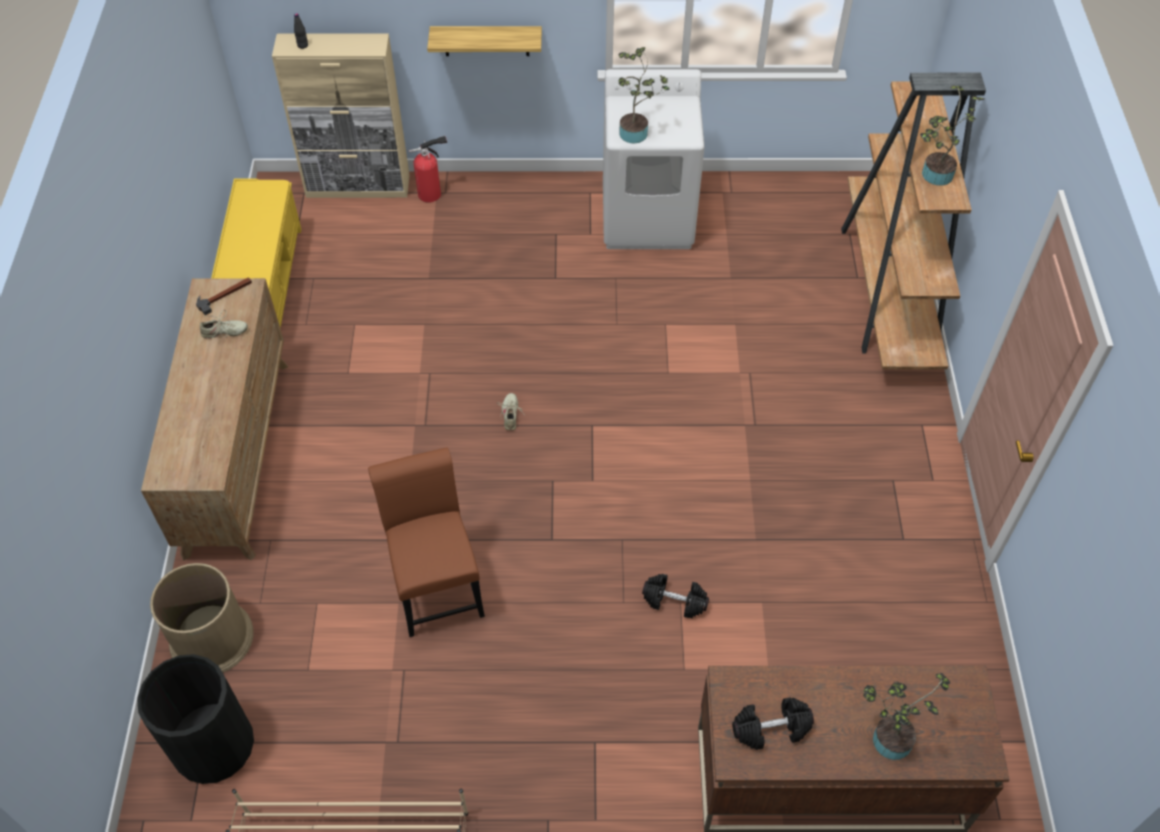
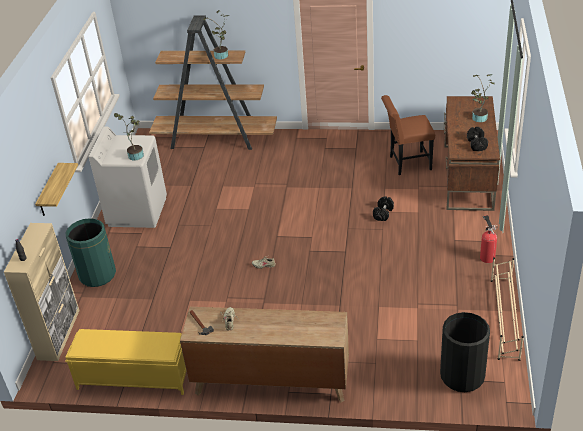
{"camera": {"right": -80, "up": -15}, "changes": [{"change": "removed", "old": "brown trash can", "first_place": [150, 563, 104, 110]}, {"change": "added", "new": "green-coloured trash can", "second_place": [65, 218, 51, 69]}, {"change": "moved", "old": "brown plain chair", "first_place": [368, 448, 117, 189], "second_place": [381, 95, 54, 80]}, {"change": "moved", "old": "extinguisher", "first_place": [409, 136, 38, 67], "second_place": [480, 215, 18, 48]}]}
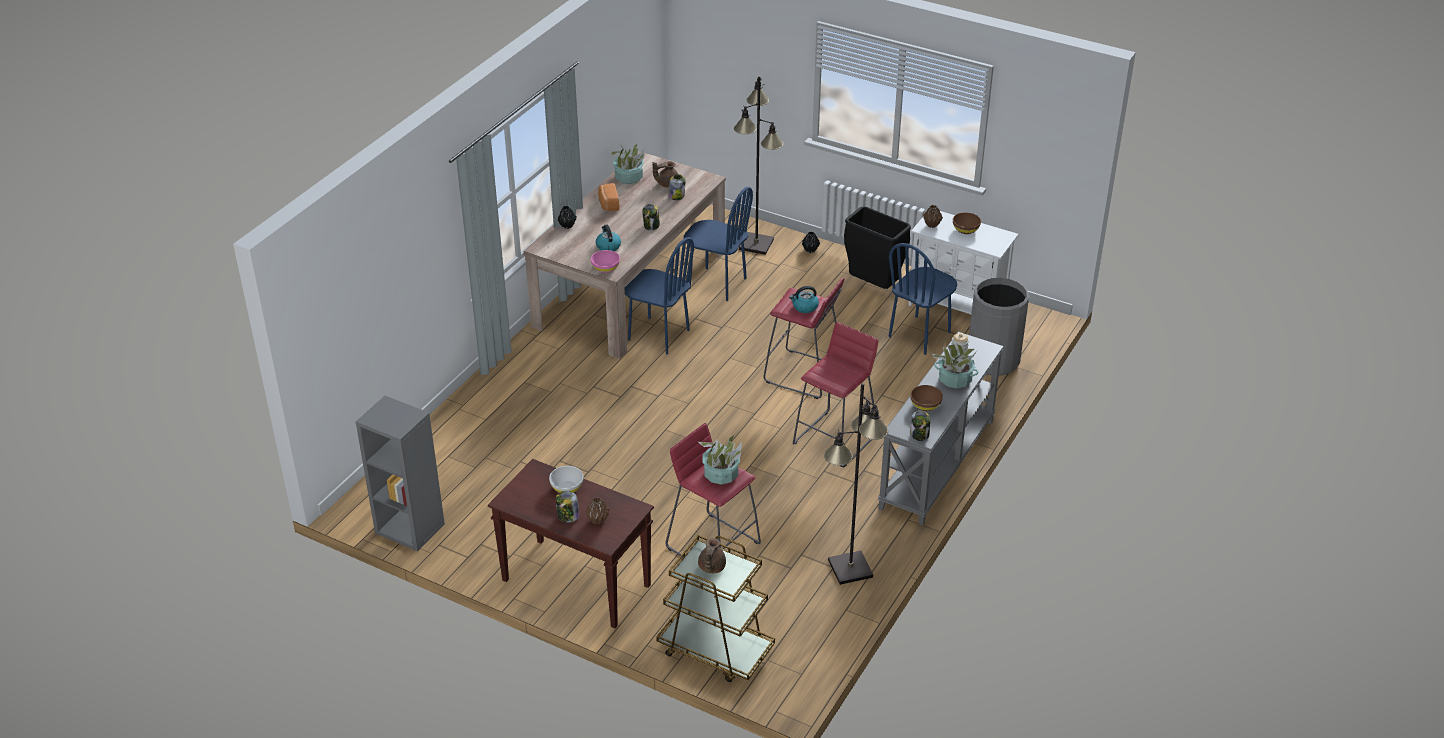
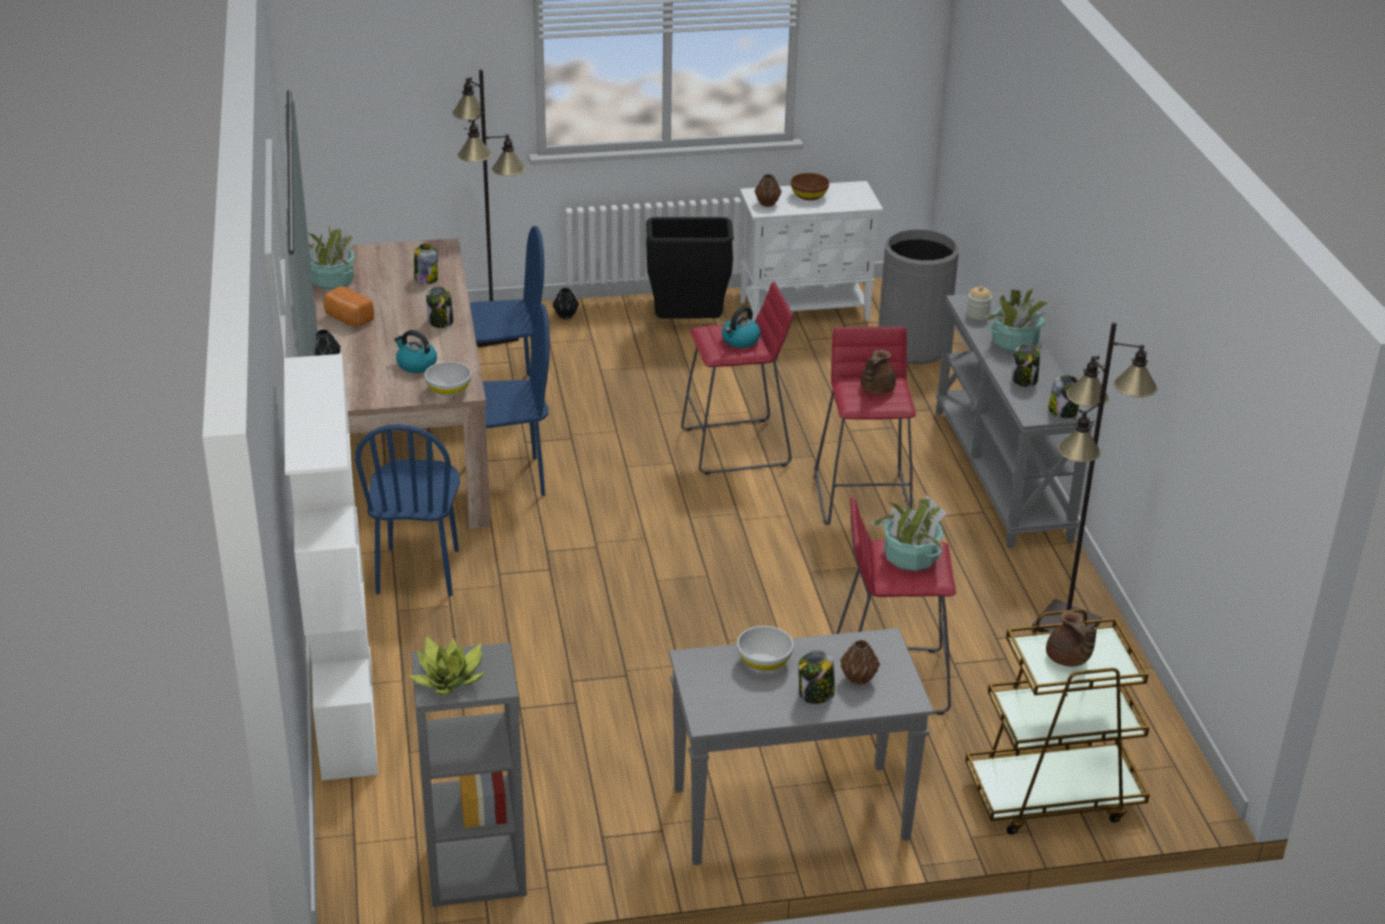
{"camera": {"right": -40, "up": -5}, "changes": [{"change": "added", "new": "white-coloured bookshelf", "second_place": [284, 354, 94, 427]}, {"change": "added", "new": "plant in a pot", "second_place": [408, 636, 77, 60]}, {"change": "moved", "old": "brown pot for tea", "first_place": [653, 161, 25, 27], "second_place": [860, 350, 36, 44]}, {"change": "moved", "old": "blue-coloured plain chair", "first_place": [889, 243, 68, 112], "second_place": [355, 424, 105, 172]}, {"change": "replaced", "old": "brown deep dish", "new": "jar", "first_place": [910, 385, 33, 26], "second_place": [1012, 343, 28, 44]}, {"change": "recoloured", "old": "brown console table", "new": "greyish console table", "first_place": [488, 459, 166, 169], "second_place": [669, 628, 265, 237]}, {"change": "recoloured", "old": "pink deep dish", "new": "white-coloured deep dish", "first_place": [591, 250, 29, 23], "second_place": [424, 362, 48, 35]}]}
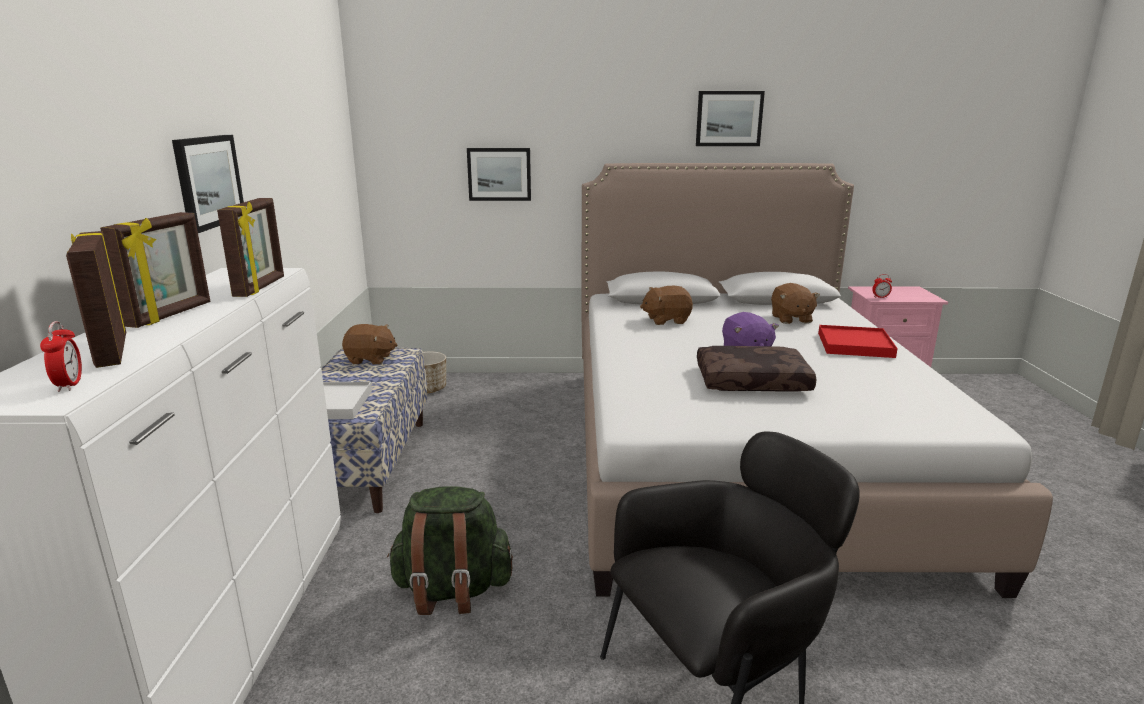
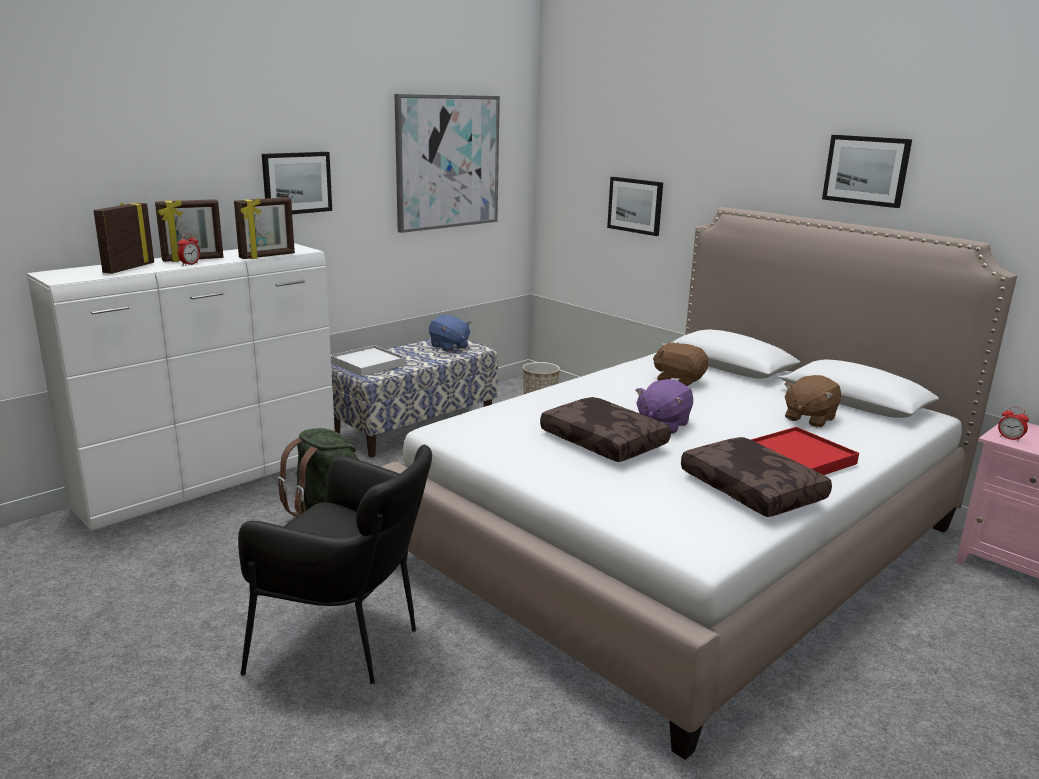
{"camera": {"right": 45, "up": 0}, "changes": [{"change": "added", "new": "wall art", "second_place": [395, 94, 105, 139]}, {"change": "added", "new": "brown pillow", "second_place": [681, 437, 151, 80]}, {"change": "moved", "old": "table clock", "first_place": [40, 321, 42, 71], "second_place": [178, 233, 22, 33]}, {"change": "recoloured", "old": "brown plush toy", "new": "blue-coloured plush toy", "first_place": [342, 324, 55, 41], "second_place": [429, 315, 42, 37]}]}
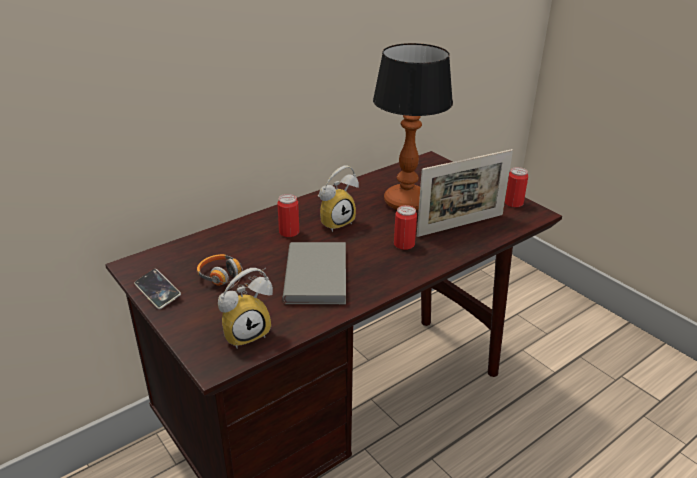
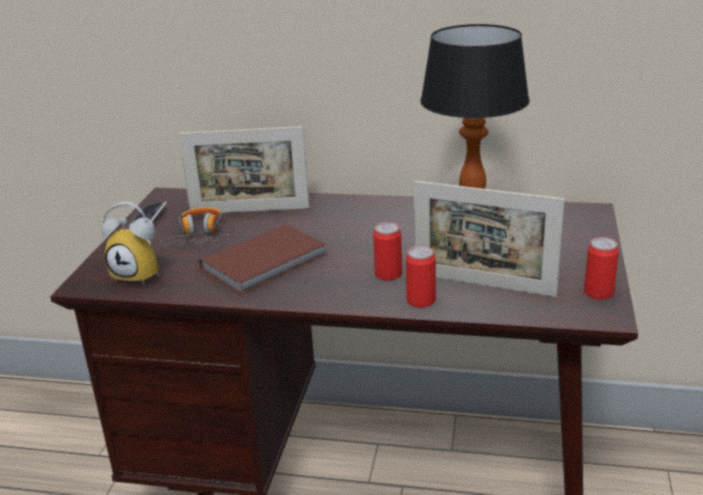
{"camera": {"right": 50, "up": -5}, "changes": [{"change": "removed", "old": "table clock", "first_place": [318, 166, 41, 66]}, {"change": "added", "new": "picture frame", "second_place": [178, 126, 132, 88]}, {"change": "moved", "old": "sealed can", "first_place": [277, 194, 22, 43], "second_place": [406, 246, 30, 62]}, {"change": "recoloured", "old": "greyish volume", "new": "brown volume", "first_place": [282, 242, 64, 62], "second_place": [199, 224, 128, 70]}]}
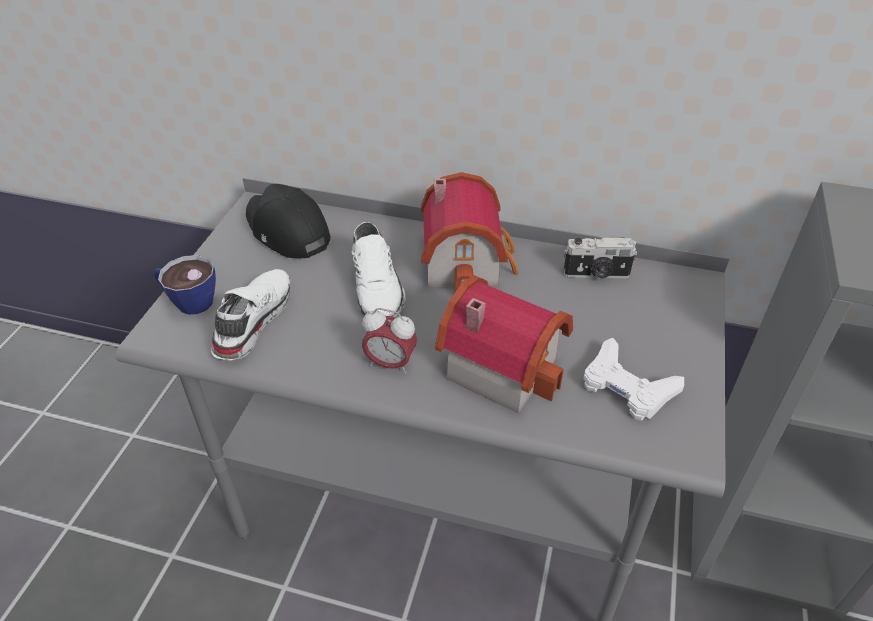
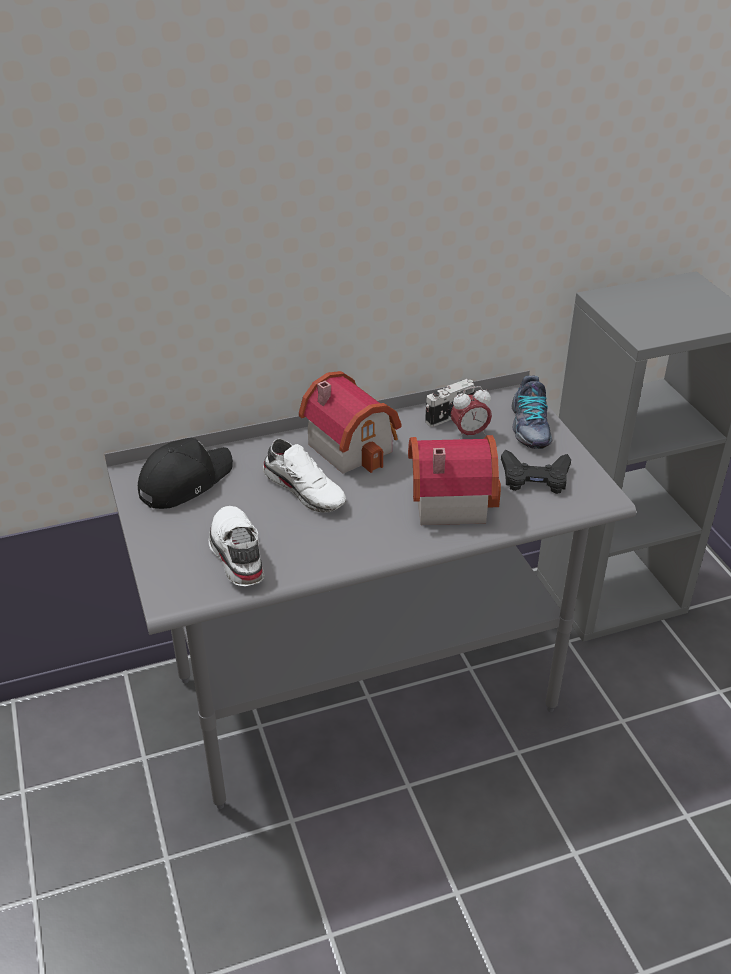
{"camera": {"right": -35, "up": -5}, "changes": [{"change": "removed", "old": "cup", "first_place": [154, 255, 62, 60]}, {"change": "added", "new": "item of footwear", "second_place": [511, 376, 42, 73]}, {"change": "moved", "old": "table clock", "first_place": [362, 308, 55, 66], "second_place": [451, 386, 41, 52]}, {"change": "recoloured", "old": "white-coloured gamepad", "new": "blackish gamepad", "first_place": [583, 338, 101, 83], "second_place": [501, 450, 70, 44]}, {"change": "turned", "old": "blackish cap", "first_place": [246, 184, 85, 74], "second_place": [138, 438, 95, 71], "degrees": 120}]}
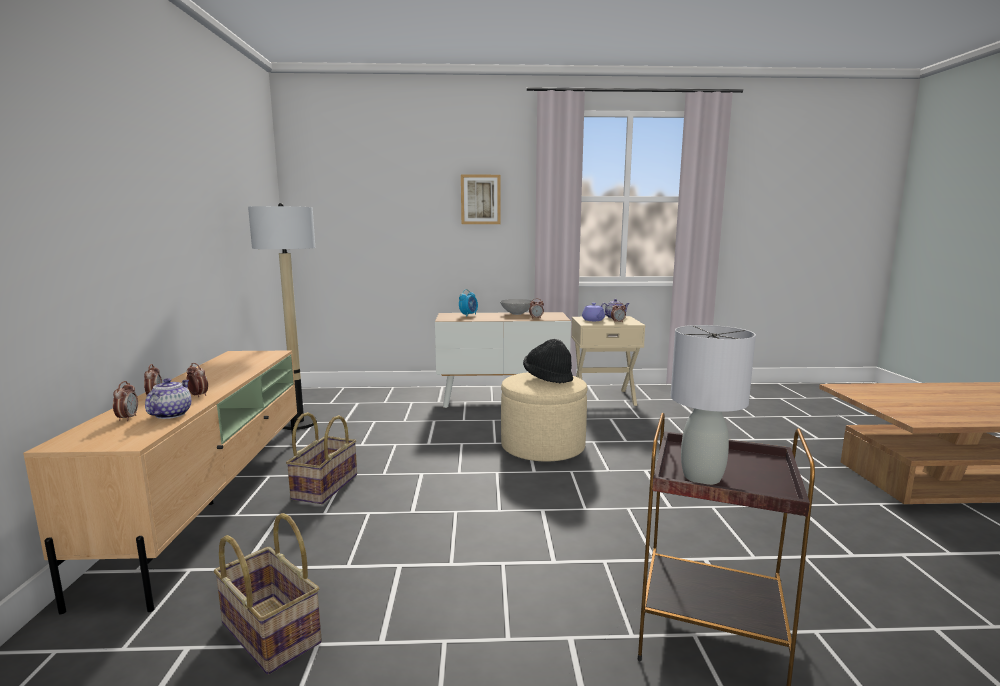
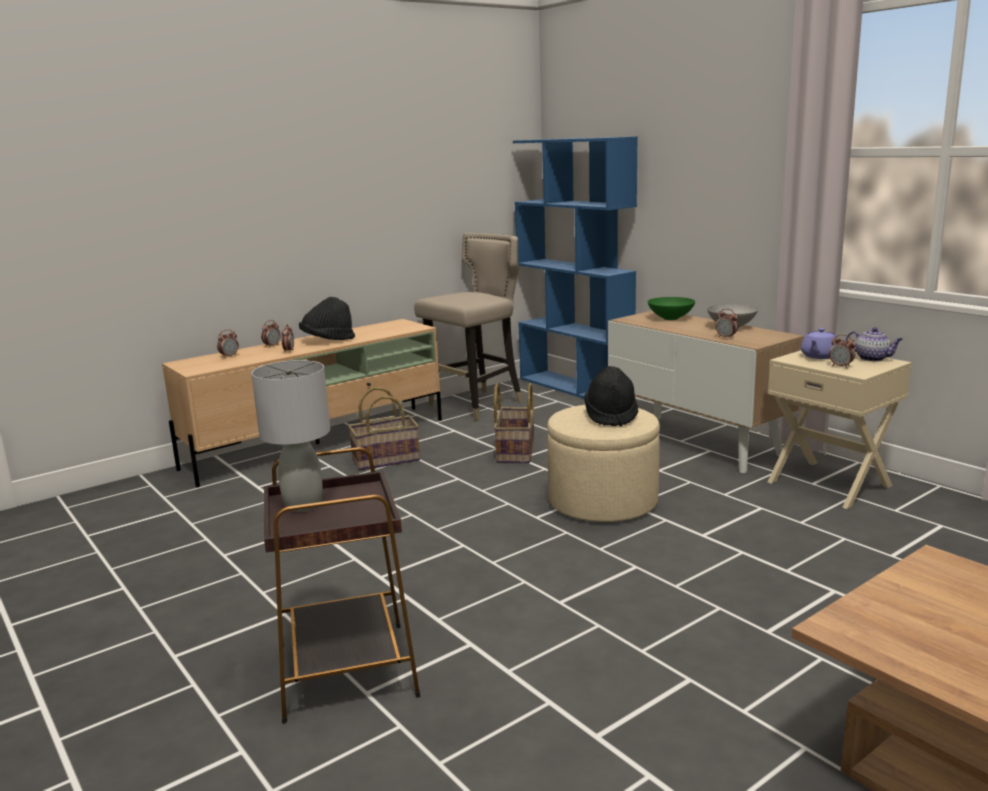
{"camera": {"right": 55, "up": 5}, "changes": [{"change": "removed", "old": "pot for tea", "first_place": [145, 378, 46, 41]}, {"change": "removed", "old": "wall art", "first_place": [461, 175, 39, 49]}, {"change": "added", "new": "blackish hat", "second_place": [299, 297, 56, 43]}, {"change": "added", "new": "blue-coloured bookshelf", "second_place": [513, 136, 125, 263]}, {"change": "moved", "old": "household basket", "first_place": [214, 513, 108, 162], "second_place": [494, 383, 40, 80]}, {"change": "replaced", "old": "standard lamp", "new": "beige-coloured sitting stool", "first_place": [248, 203, 69, 227], "second_place": [414, 233, 109, 187]}, {"change": "replaced", "old": "table clock", "new": "green-coloured deep dish", "first_place": [459, 289, 19, 28], "second_place": [648, 297, 47, 23]}]}
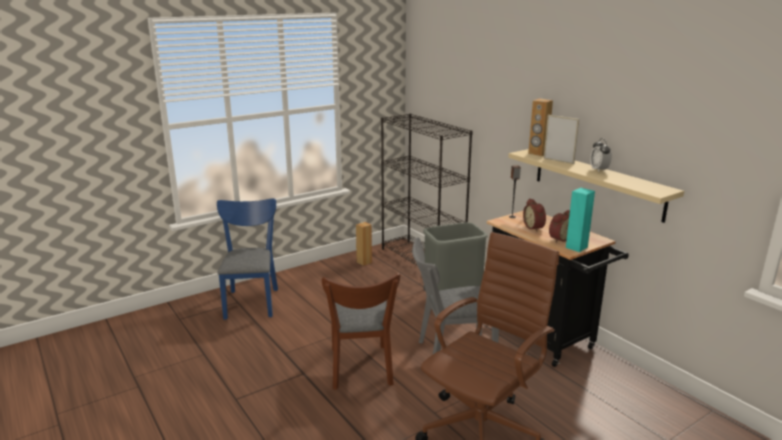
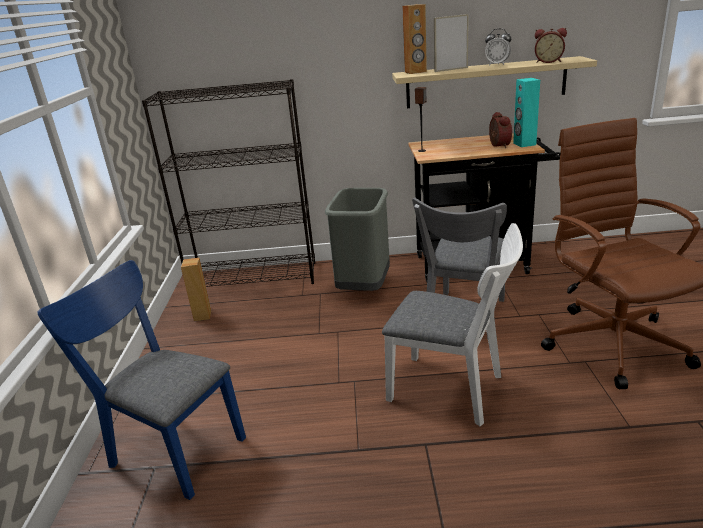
{"camera": {"right": -55, "up": 5}, "changes": [{"change": "moved", "old": "table clock", "first_place": [523, 199, 23, 33], "second_place": [535, 28, 32, 35]}, {"change": "recoloured", "old": "brown plain chair", "new": "white-coloured plain chair", "first_place": [322, 273, 78, 117], "second_place": [382, 223, 141, 203]}]}
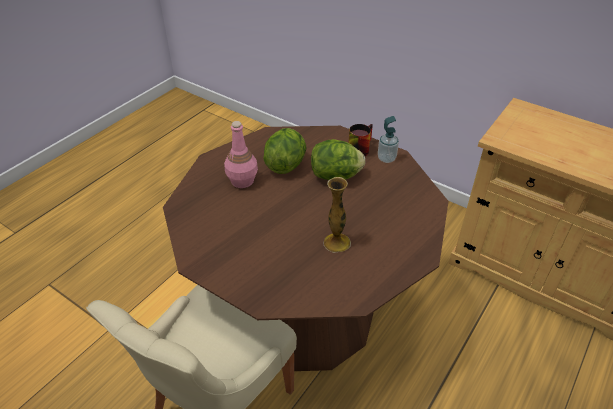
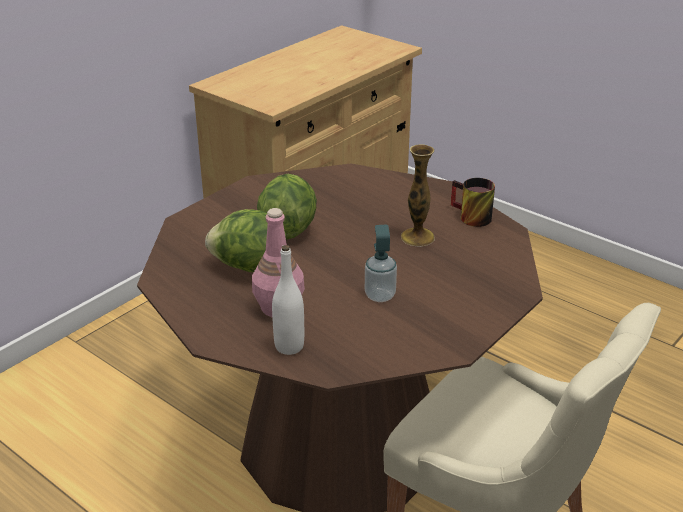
{"camera": {"right": -85, "up": -10}, "changes": [{"change": "added", "new": "white-coloured bottle", "second_place": [272, 245, 32, 110]}, {"change": "moved", "old": "tea mug", "first_place": [349, 124, 24, 32], "second_place": [451, 178, 44, 49]}, {"change": "moved", "old": "liquid soap bottle", "first_place": [378, 116, 21, 47], "second_place": [365, 225, 32, 77]}]}
